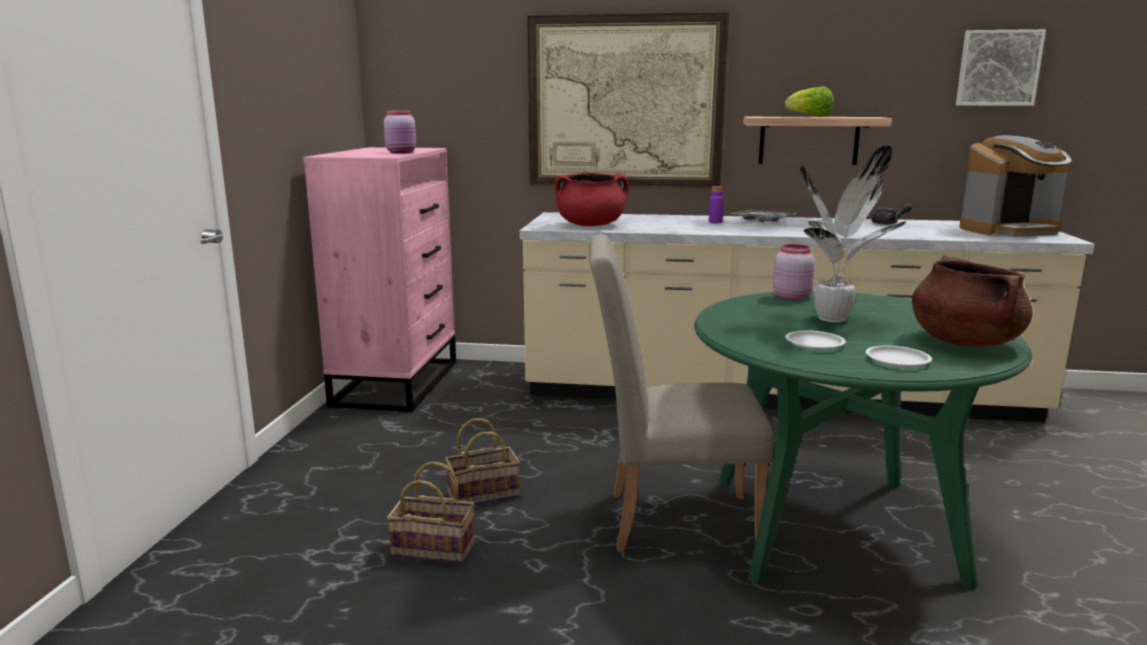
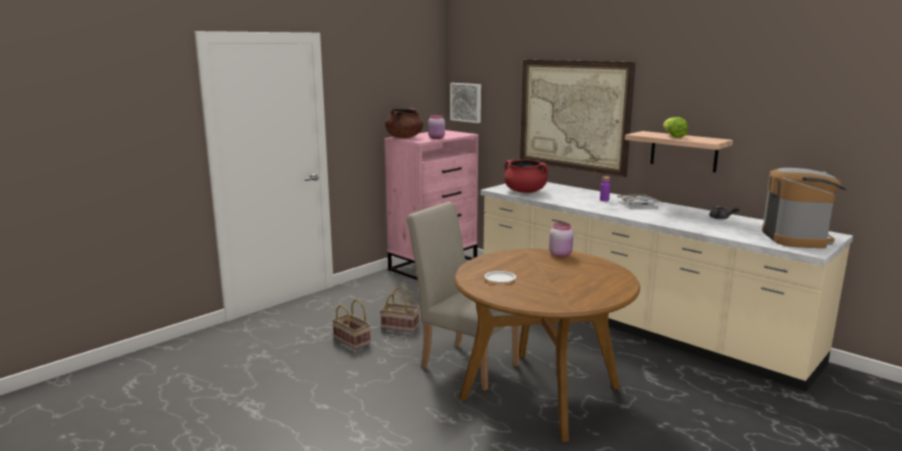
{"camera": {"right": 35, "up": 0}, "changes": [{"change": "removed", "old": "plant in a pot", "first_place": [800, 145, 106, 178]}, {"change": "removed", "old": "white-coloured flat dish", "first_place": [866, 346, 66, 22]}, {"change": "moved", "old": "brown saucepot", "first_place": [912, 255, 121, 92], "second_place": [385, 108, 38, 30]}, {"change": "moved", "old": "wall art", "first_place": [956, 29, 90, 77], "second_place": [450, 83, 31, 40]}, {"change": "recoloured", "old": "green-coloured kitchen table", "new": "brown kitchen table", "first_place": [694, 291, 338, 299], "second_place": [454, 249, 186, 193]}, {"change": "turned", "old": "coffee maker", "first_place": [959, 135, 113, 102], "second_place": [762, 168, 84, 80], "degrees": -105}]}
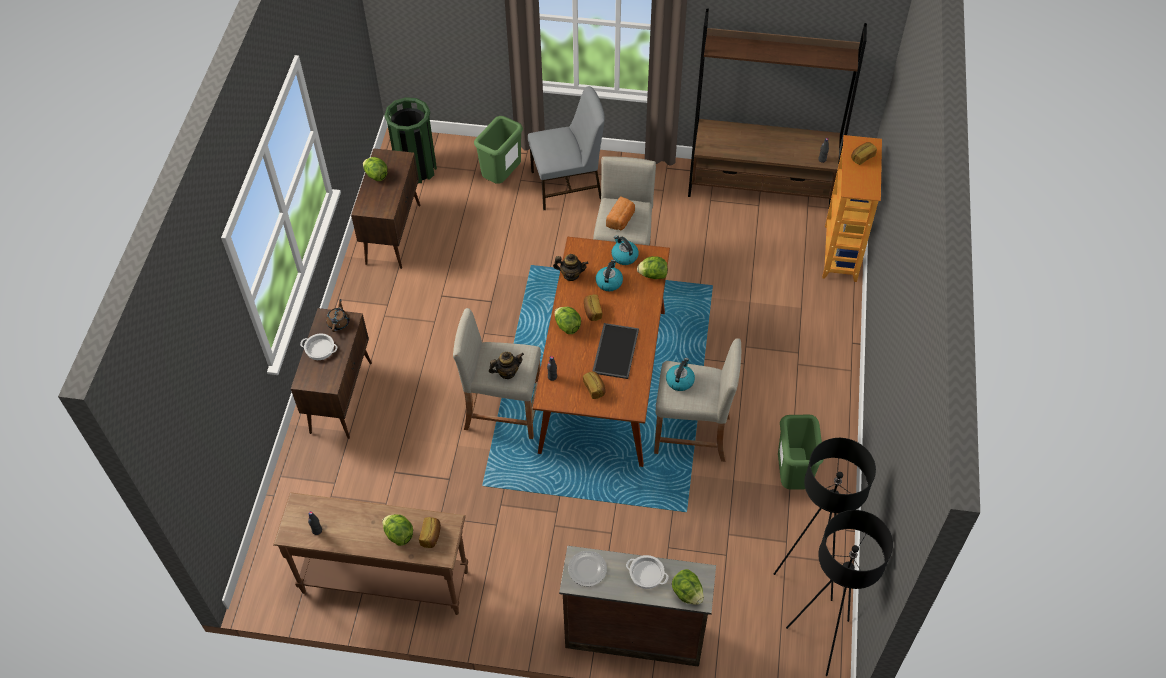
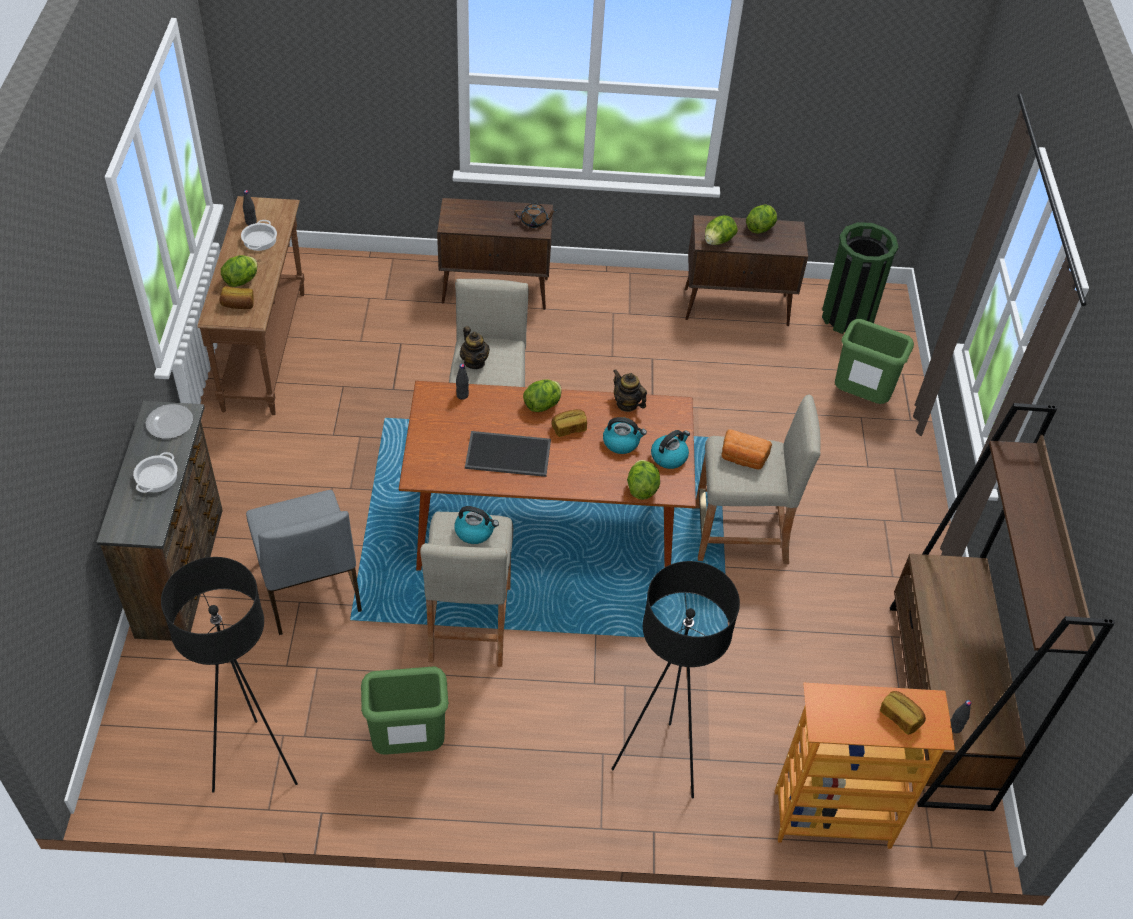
{"camera": {"right": 80, "up": -5}, "changes": [{"change": "removed", "old": "bakery bread", "first_place": [583, 371, 23, 28]}, {"change": "moved", "old": "saucepot", "first_place": [300, 333, 37, 27], "second_place": [241, 220, 36, 31]}, {"change": "moved", "old": "greyish plain chair", "first_place": [528, 86, 77, 124], "second_place": [246, 490, 116, 145]}, {"change": "moved", "old": "head of lettuce", "first_place": [672, 569, 32, 36], "second_place": [705, 215, 33, 30]}, {"change": "moved", "old": "blackish standard lamp", "first_place": [786, 510, 107, 166], "second_place": [611, 561, 129, 238]}, {"change": "turned", "old": "pot for tea", "first_place": [553, 254, 35, 27], "second_place": [613, 369, 34, 43], "degrees": 135}]}
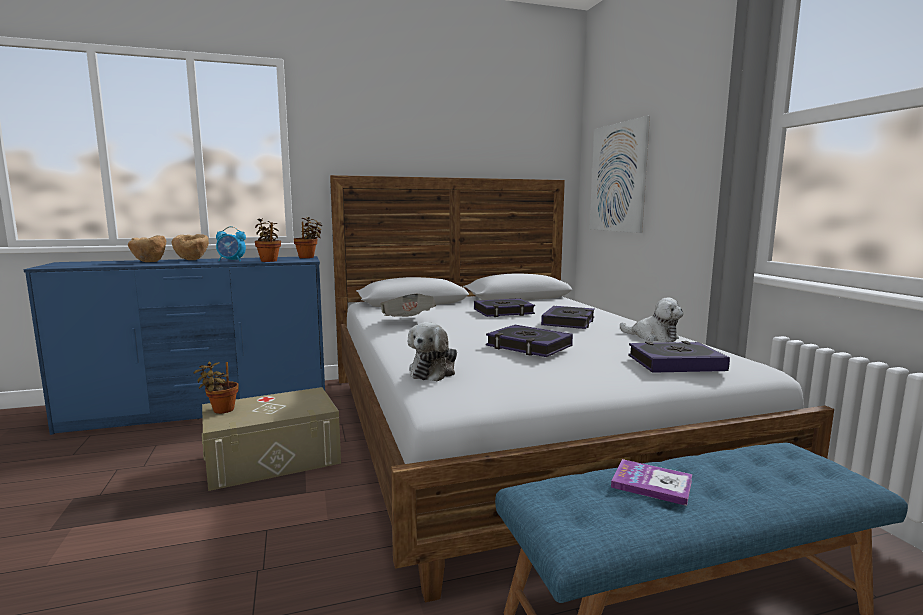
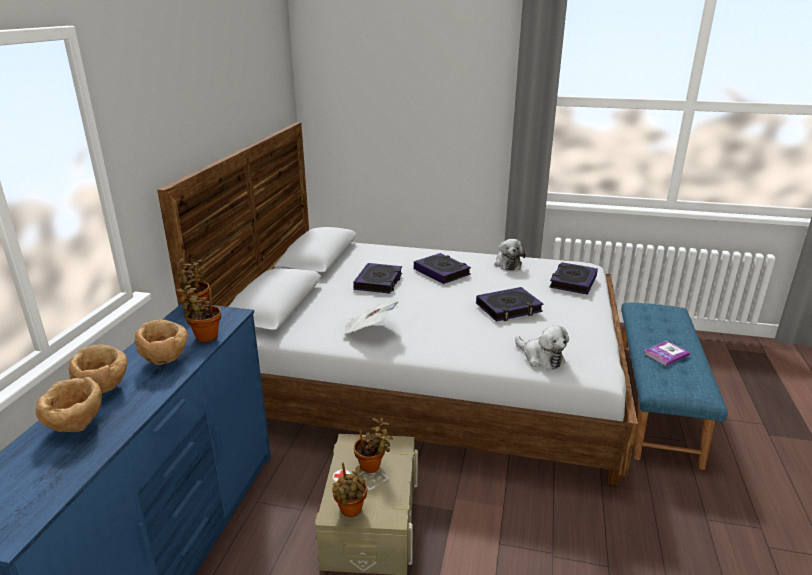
{"camera": {"right": -60, "up": 15}, "changes": [{"change": "removed", "old": "wall art", "first_place": [589, 116, 61, 117]}, {"change": "added", "new": "plant in a pot", "second_place": [354, 418, 39, 55]}, {"change": "replaced", "old": "table clock", "new": "brown deep dish", "first_place": [216, 226, 30, 35], "second_place": [135, 319, 53, 46]}, {"change": "turned", "old": "plush toy", "first_place": [620, 298, 63, 44], "second_place": [494, 239, 32, 32], "degrees": 105}]}
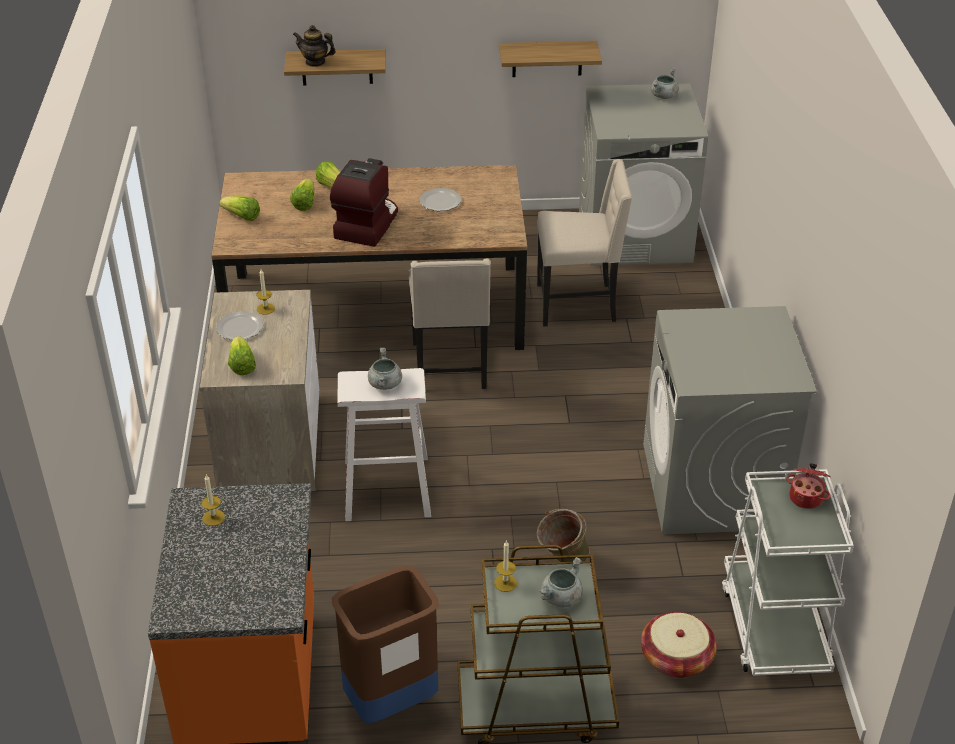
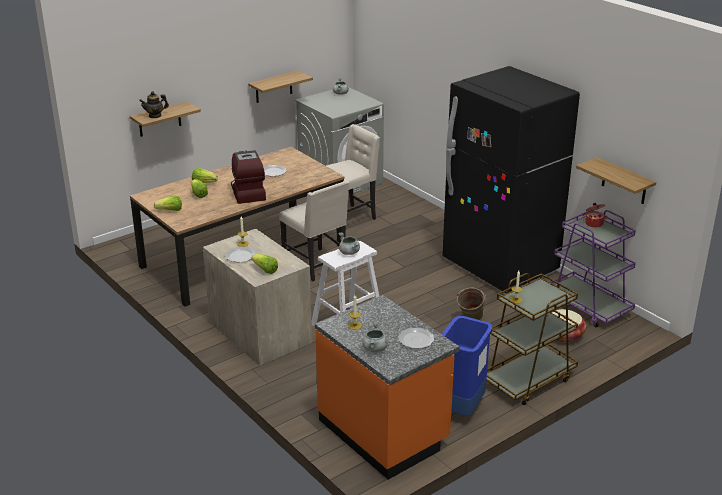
{"camera": {"right": -35, "up": -10}, "changes": [{"change": "added", "new": "flat dish", "second_place": [398, 328, 36, 21]}, {"change": "added", "new": "shelf", "second_place": [576, 157, 80, 47]}, {"change": "moved", "old": "greyish saucepot", "first_place": [539, 557, 44, 50], "second_place": [362, 322, 26, 30]}, {"change": "replaced", "old": "greyish washing machine", "new": "blackish kitchen fridge", "first_place": [643, 306, 174, 228], "second_place": [442, 66, 138, 227]}, {"change": "recoloured", "old": "brown trash can", "new": "blue-coloured trash can", "first_place": [332, 566, 107, 157], "second_place": [442, 316, 50, 100]}, {"change": "recoloured", "old": "white-coloured wheeled cart", "new": "purple-coloured wheeled cart", "first_place": [722, 469, 132, 207], "second_place": [550, 210, 86, 117]}]}
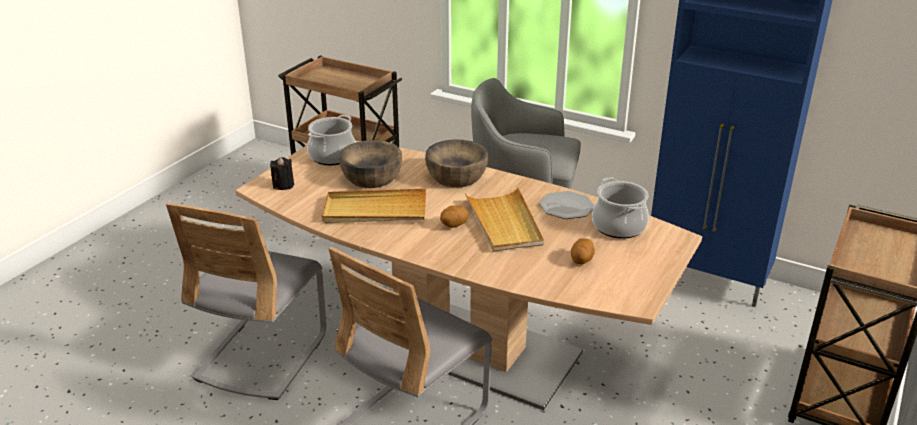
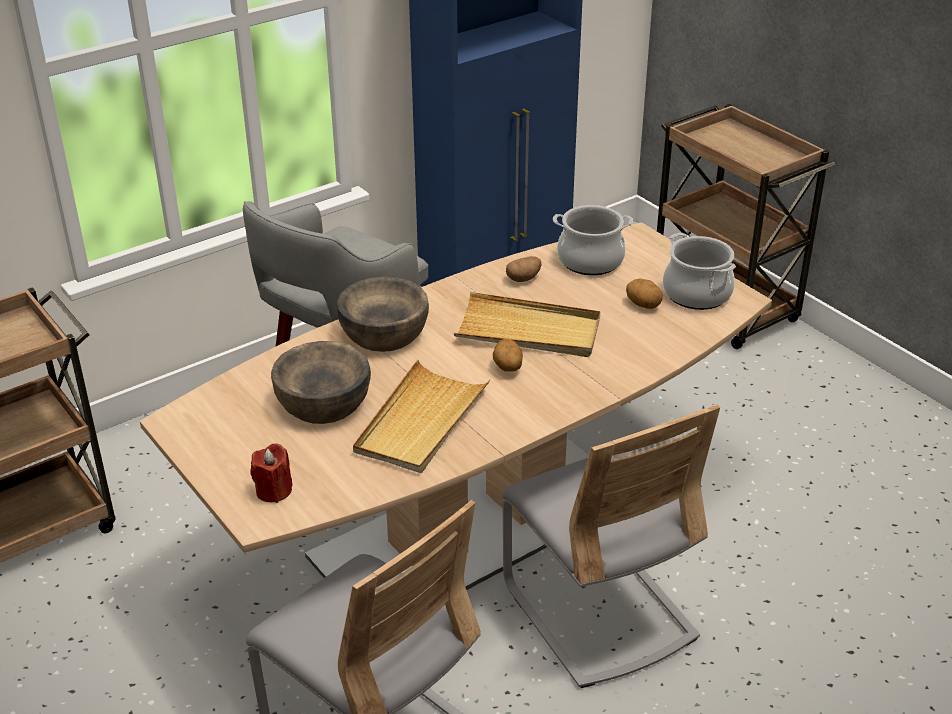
{"camera": {"right": -65, "up": 5}, "changes": [{"change": "moved", "old": "saucepot", "first_place": [307, 115, 49, 50], "second_place": [663, 233, 73, 77]}, {"change": "replaced", "old": "flat dish", "new": "spud", "first_place": [539, 191, 55, 28], "second_place": [506, 256, 35, 26]}, {"change": "recoloured", "old": "blackish wax light", "new": "red-coloured wax light", "first_place": [270, 157, 24, 33], "second_place": [250, 443, 43, 60]}]}
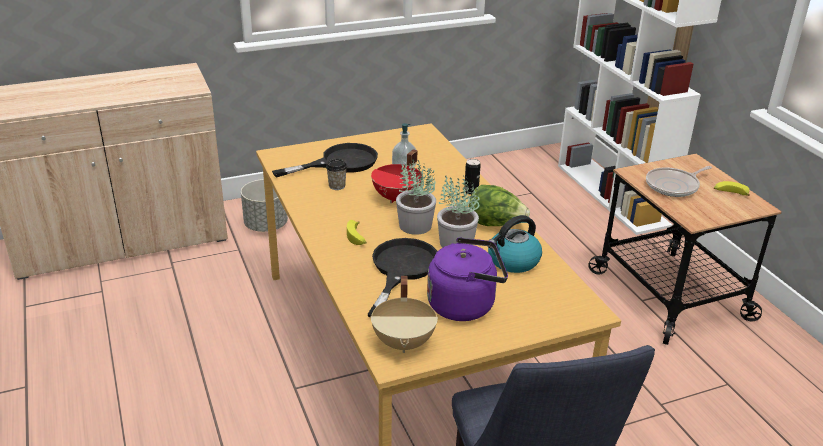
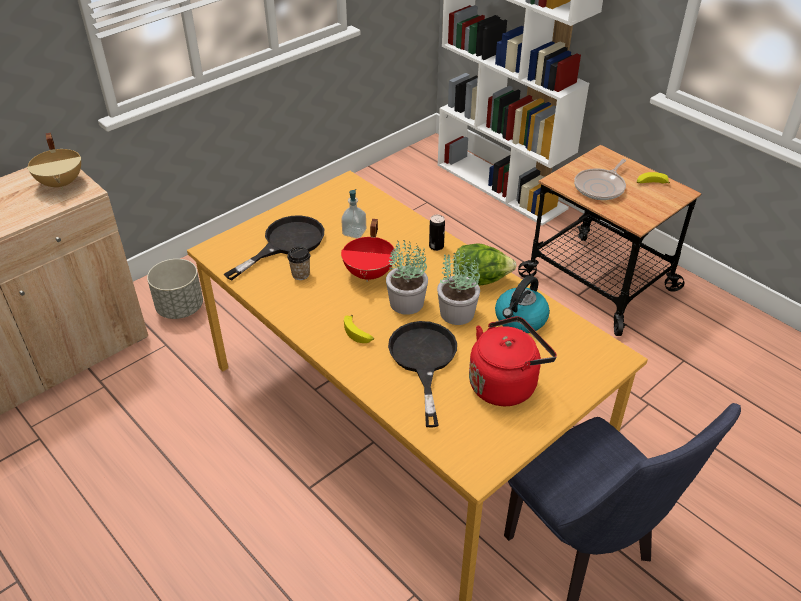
{"camera": {"right": -20, "up": 10}, "changes": [{"change": "moved", "old": "beige-coloured saucepot", "first_place": [371, 276, 67, 77], "second_place": [27, 133, 54, 57]}, {"change": "recoloured", "old": "purple-coloured water kettle", "new": "red-coloured water kettle", "first_place": [427, 237, 81, 84], "second_place": [469, 316, 88, 90]}]}
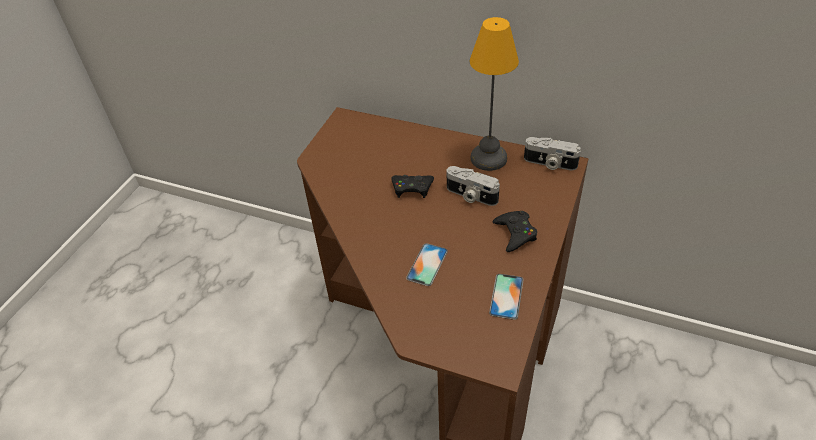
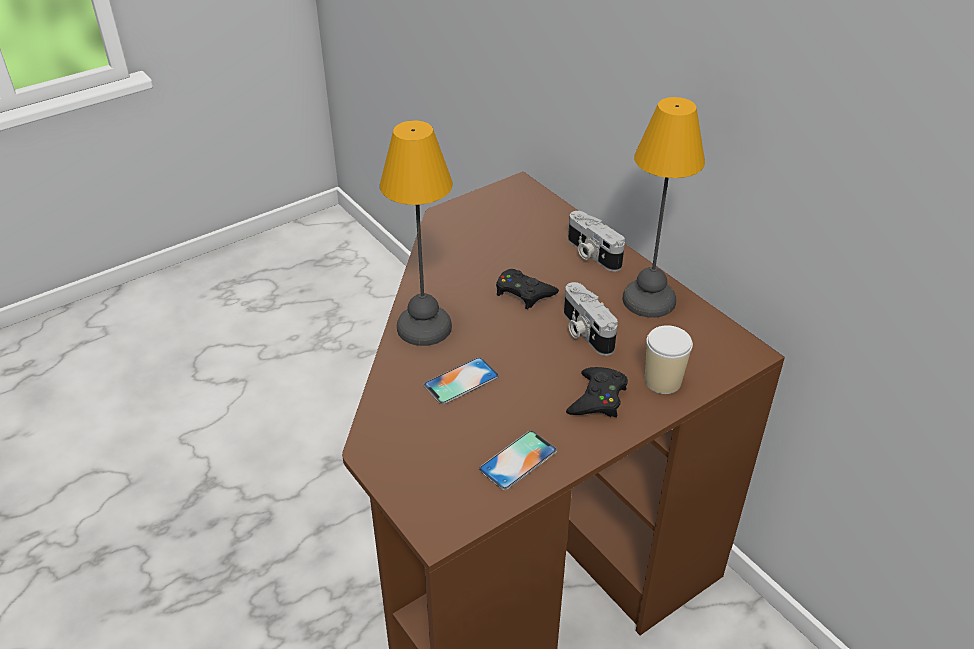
{"camera": {"right": 30, "up": -5}, "changes": [{"change": "added", "new": "tabletop lamp", "second_place": [380, 121, 73, 225]}, {"change": "added", "new": "cup", "second_place": [645, 325, 48, 69]}, {"change": "moved", "old": "still camera", "first_place": [524, 137, 57, 33], "second_place": [568, 211, 57, 61]}]}
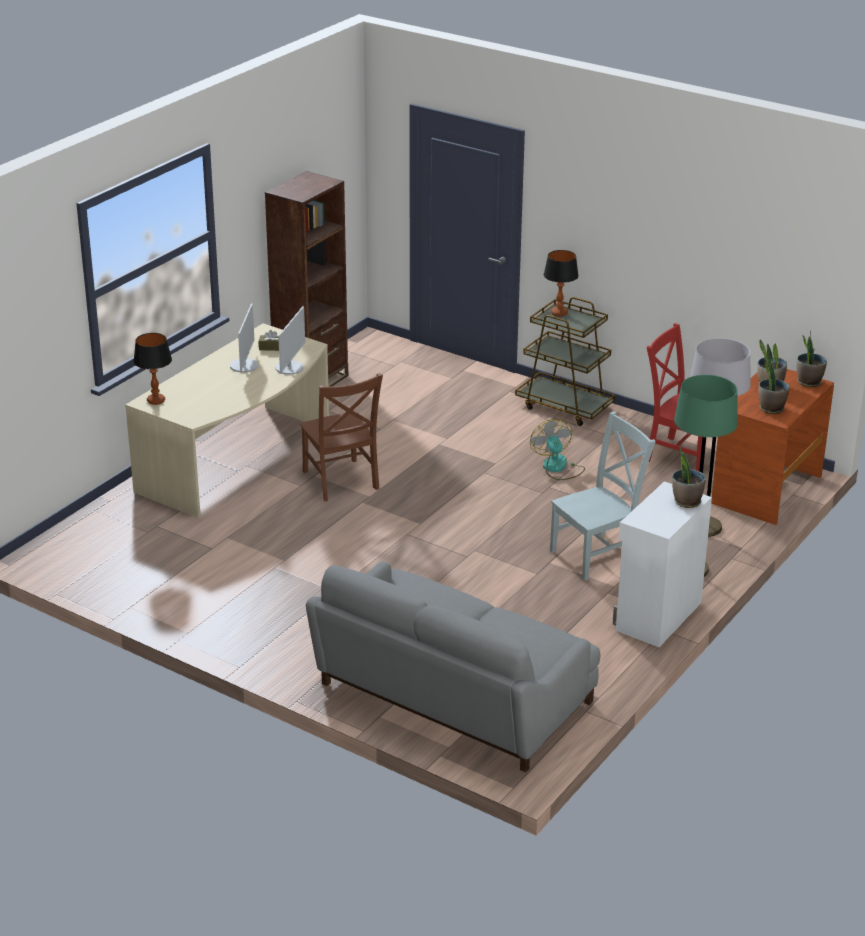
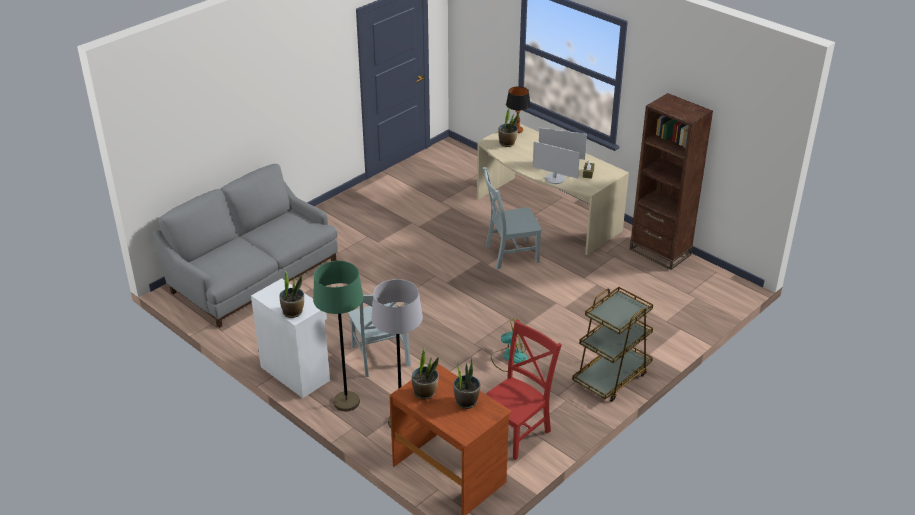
{"camera": {"right": 100, "up": 5}, "changes": [{"change": "removed", "old": "tabletop lamp", "first_place": [544, 250, 35, 67]}, {"change": "moved", "old": "plant in a pot", "first_place": [797, 331, 30, 56], "second_place": [498, 108, 21, 39]}, {"change": "recoloured", "old": "brown plain chair", "new": "greyish plain chair", "first_place": [300, 373, 83, 128], "second_place": [483, 167, 59, 103]}]}
